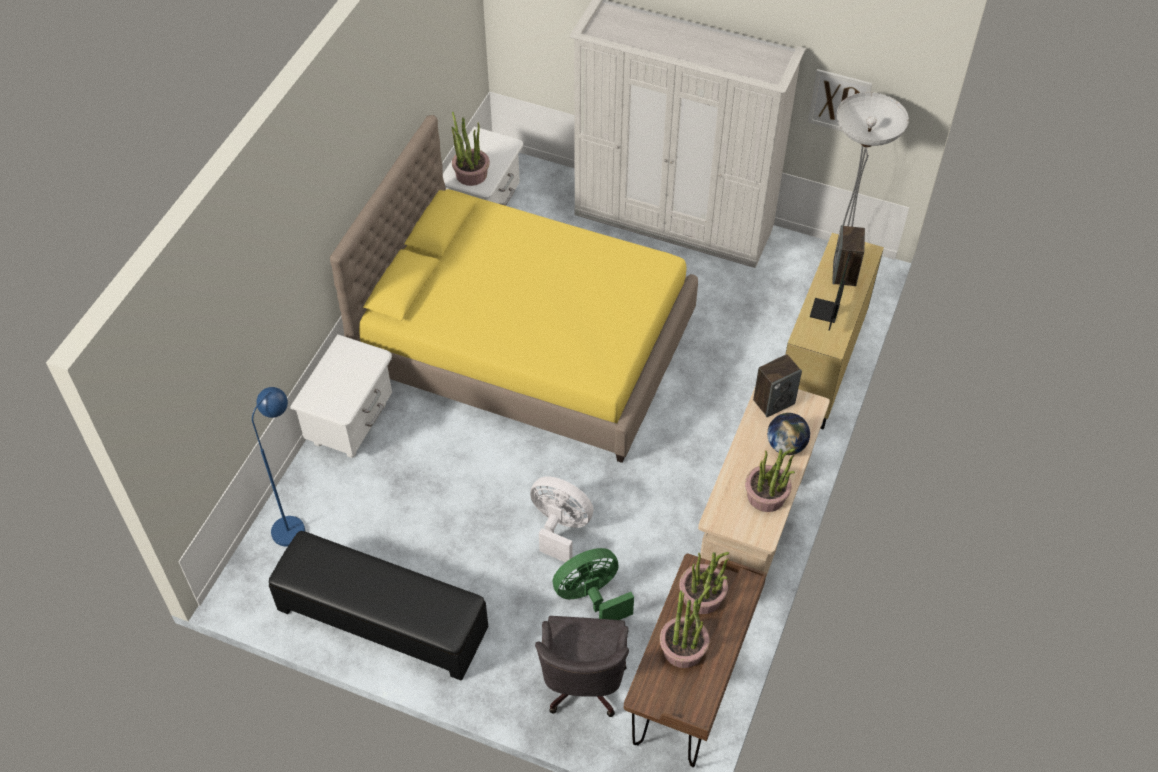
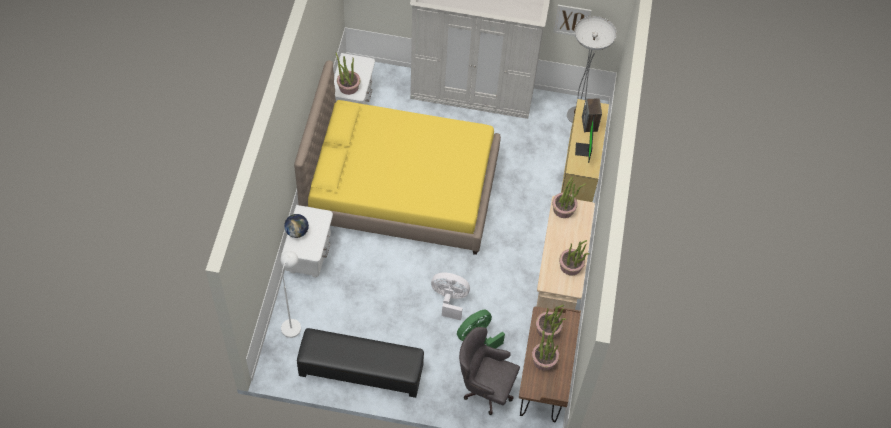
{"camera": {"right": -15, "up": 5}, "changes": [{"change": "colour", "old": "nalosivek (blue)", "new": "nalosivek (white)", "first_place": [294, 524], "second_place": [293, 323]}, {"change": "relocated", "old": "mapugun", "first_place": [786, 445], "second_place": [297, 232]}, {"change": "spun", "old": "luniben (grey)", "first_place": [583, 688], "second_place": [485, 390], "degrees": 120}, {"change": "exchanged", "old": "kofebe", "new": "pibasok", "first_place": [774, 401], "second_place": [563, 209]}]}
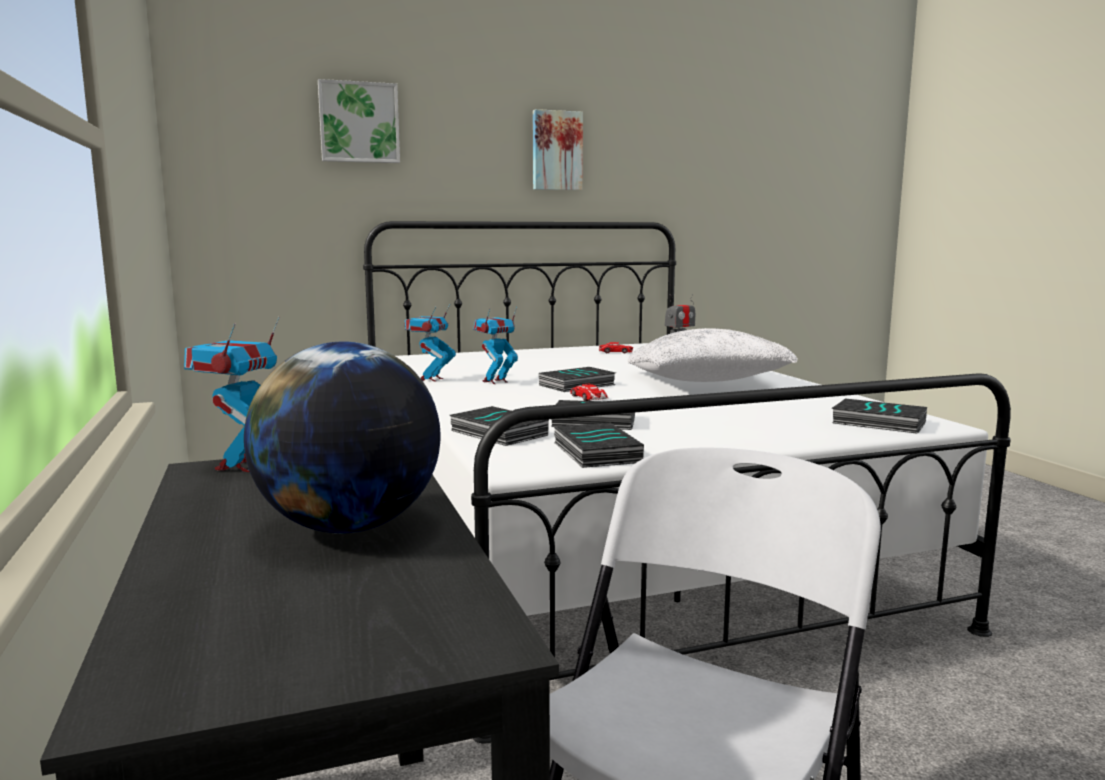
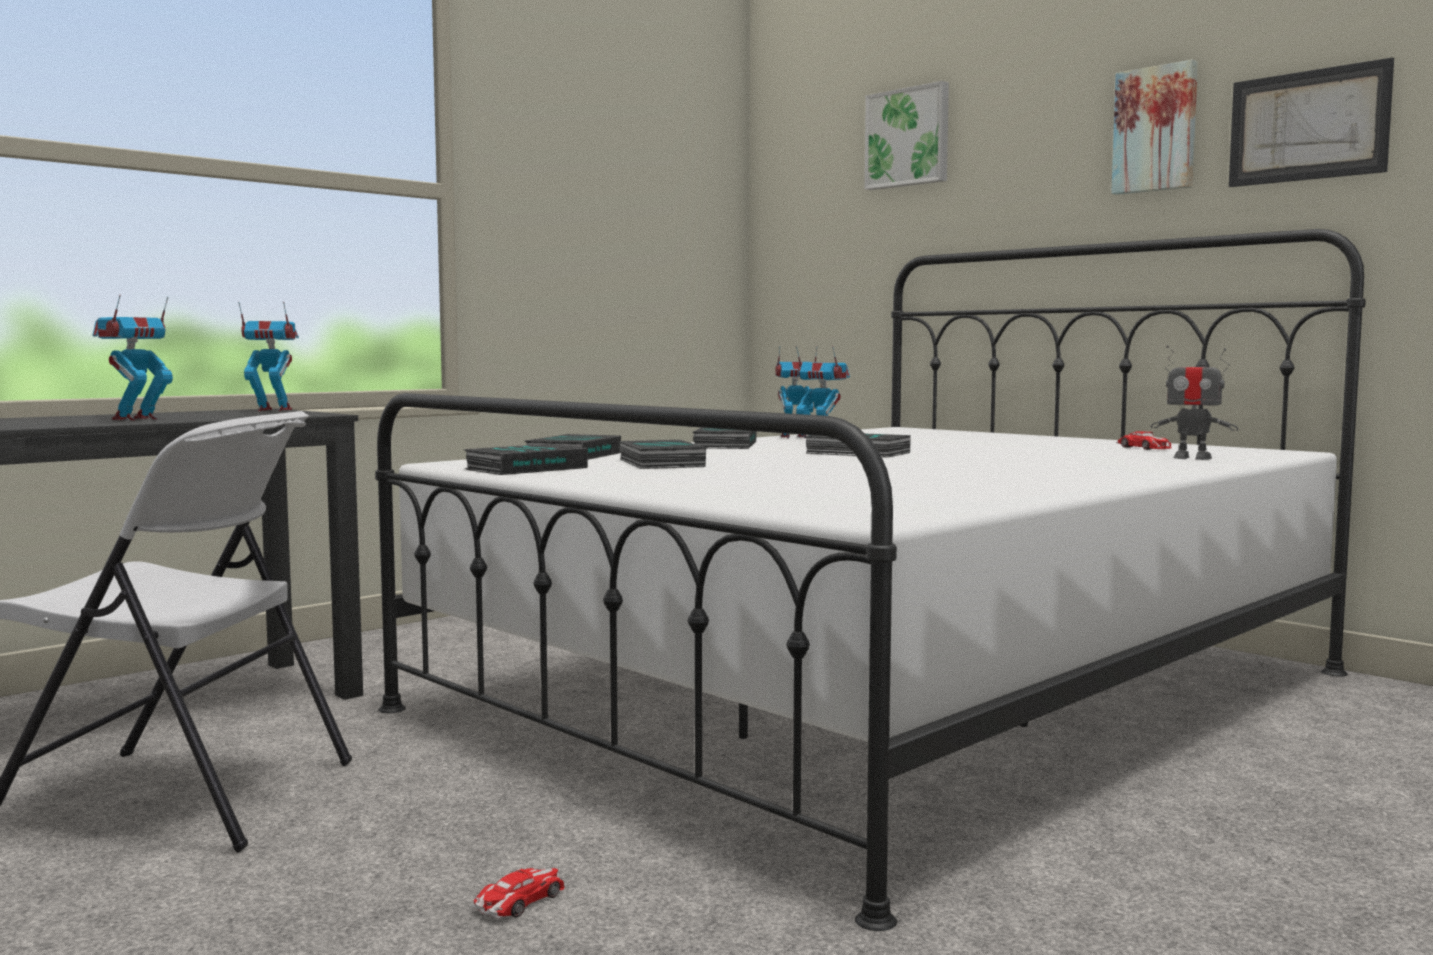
{"camera": {"right": 65, "up": -5}, "changes": [{"change": "exchanged", "old": "mapugun", "new": "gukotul", "first_place": [349, 527], "second_place": [136, 419]}, {"change": "relocated", "old": "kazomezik", "first_place": [588, 397], "second_place": [521, 901]}, {"change": "relocated", "old": "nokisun", "first_place": [877, 423], "second_place": [723, 445]}, {"change": "appeared", "new": "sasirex", "second_place": [1308, 126]}, {"change": "missing", "old": "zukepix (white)", "first_place": [705, 382]}]}
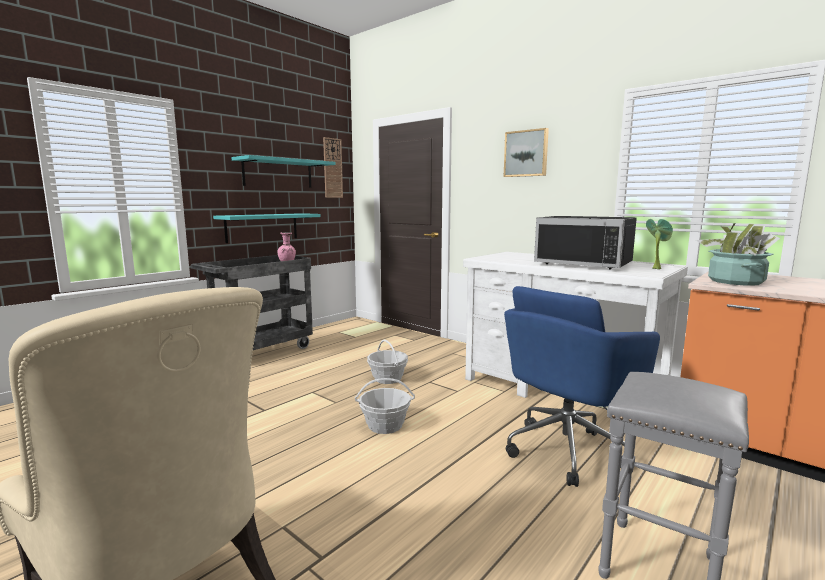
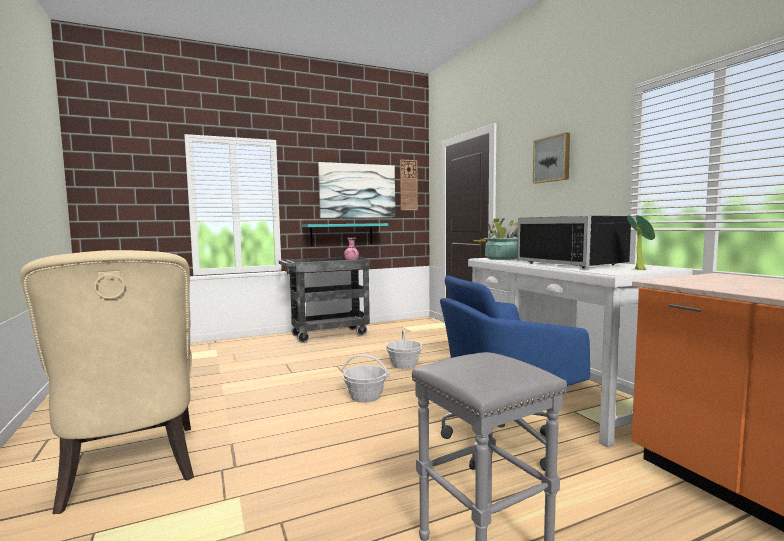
{"camera": {"right": 25, "up": -5}, "changes": [{"change": "exchanged", "old": "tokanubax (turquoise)", "new": "sasirex", "first_place": [278, 173], "second_place": [357, 191]}, {"change": "relocated", "old": "pibasok", "first_place": [736, 281], "second_place": [502, 258]}]}
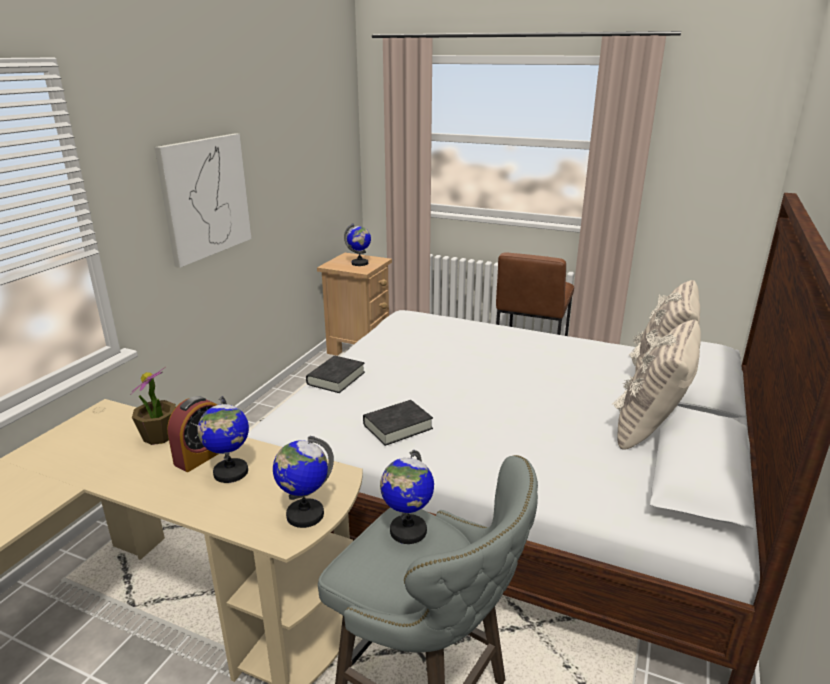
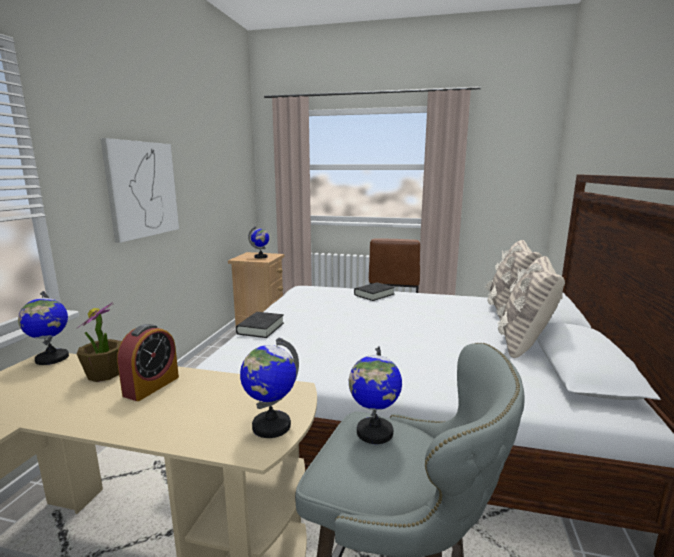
{"camera": {"right": -10, "up": -10}, "changes": [{"change": "relocated", "old": "mapugun", "first_place": [230, 472], "second_place": [51, 358]}, {"change": "relocated", "old": "nokisun (black)", "first_place": [397, 427], "second_place": [374, 294]}]}
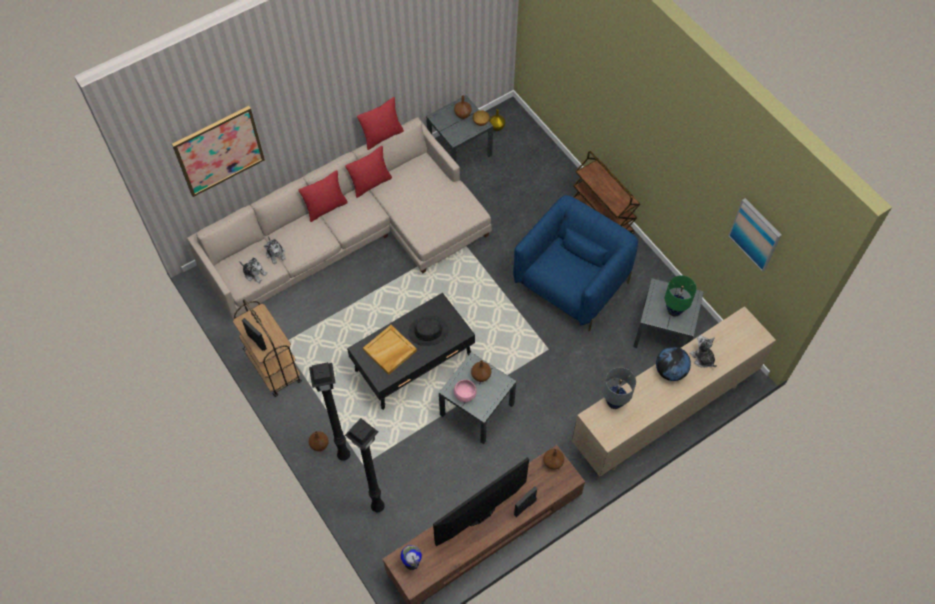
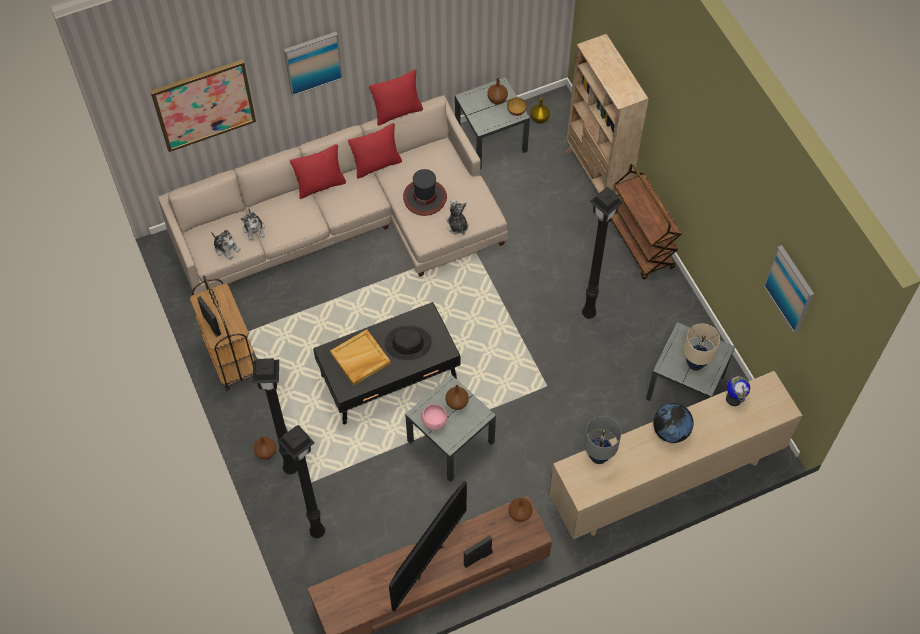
{"camera": {"right": 10, "up": 0}, "changes": [{"change": "appeared", "new": "sasirex", "second_place": [313, 62]}, {"change": "spun", "old": "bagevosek", "first_place": [482, 516], "second_place": [427, 560], "degrees": 150}, {"change": "appeared", "new": "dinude", "second_place": [425, 197]}, {"change": "relocated", "old": "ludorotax", "first_place": [702, 358], "second_place": [457, 225]}, {"change": "appeared", "new": "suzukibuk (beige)", "second_place": [597, 175]}, {"change": "exchanged", "old": "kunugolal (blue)", "new": "nalosivek (black)", "first_place": [572, 283], "second_place": [590, 314]}, {"change": "colour", "old": "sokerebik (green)", "new": "sokerebik (beige)", "first_place": [674, 310], "second_place": [695, 363]}, {"change": "relocated", "old": "mapugun", "first_place": [411, 562], "second_place": [734, 398]}]}
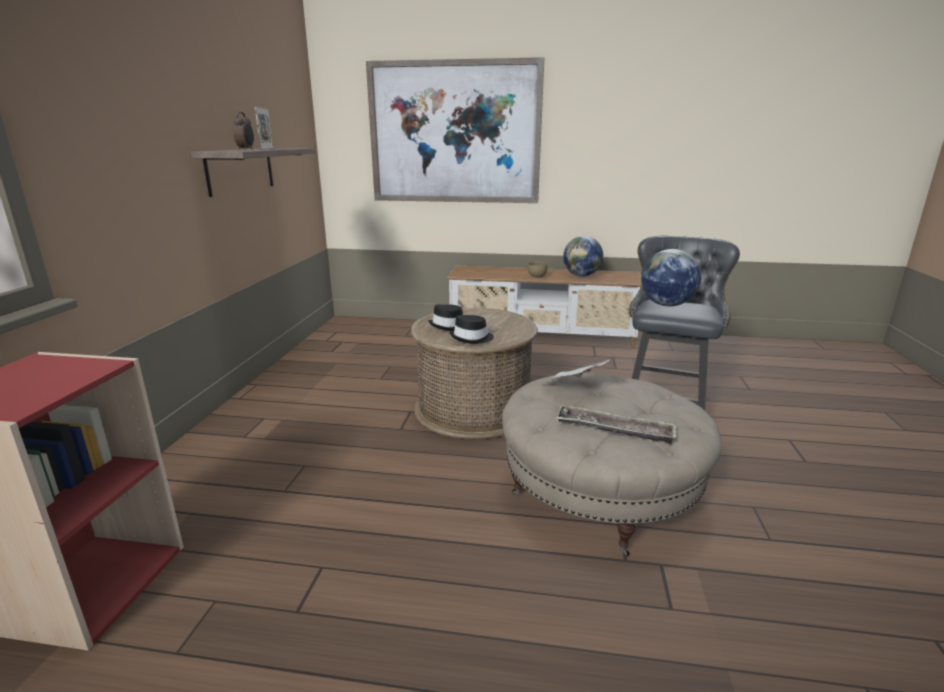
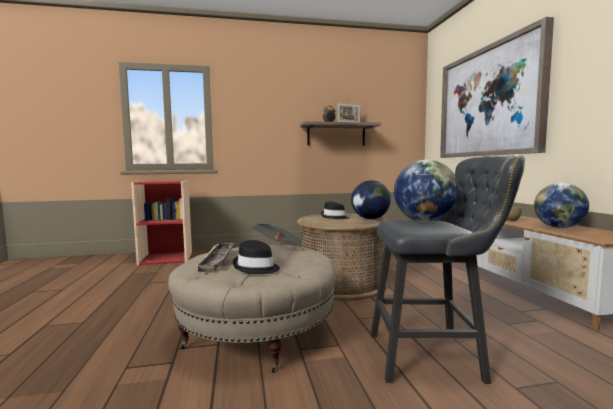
{"camera": {"right": 70, "up": -15}, "changes": [{"change": "relocated", "old": "dinude (black)", "first_place": [472, 338], "second_place": [256, 267]}, {"change": "appeared", "new": "mapugun", "second_place": [370, 219]}]}
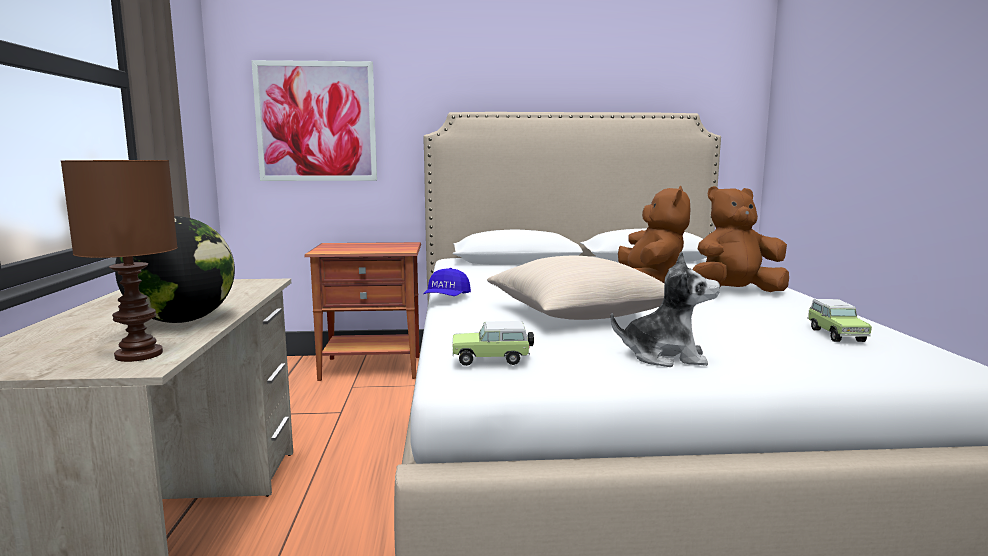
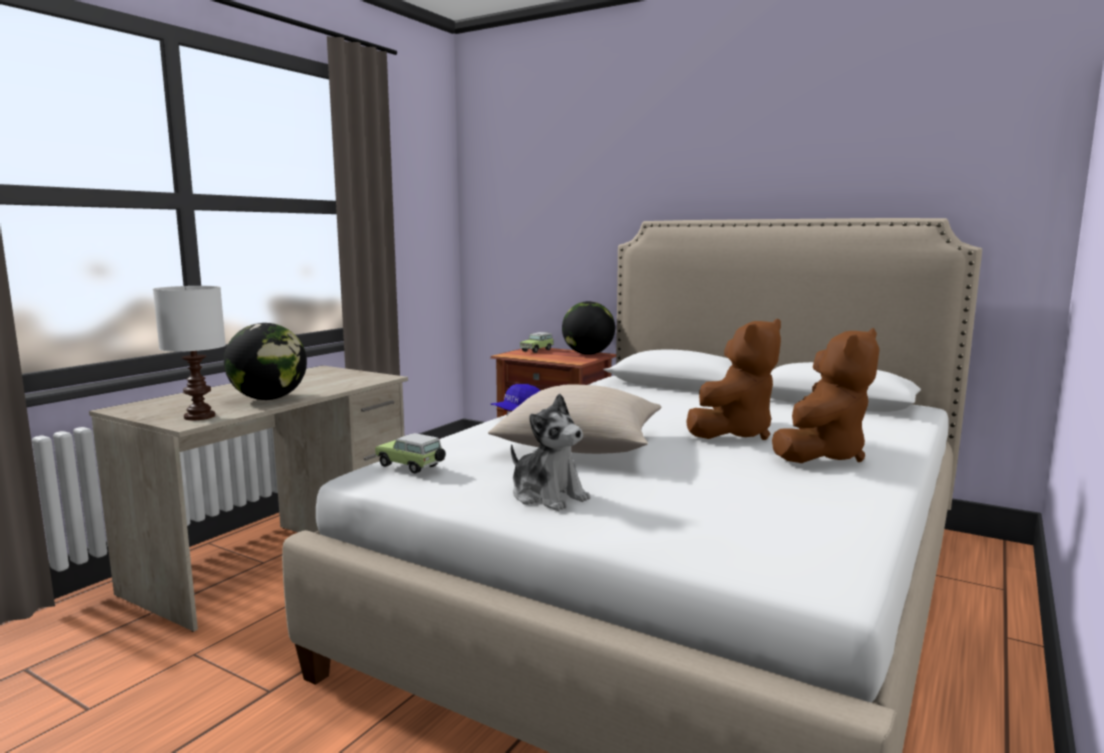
{"camera": {"right": 35, "up": 0}, "changes": [{"change": "colour", "old": "sokerebik (brown)", "new": "sokerebik (white)", "first_place": [137, 355], "second_place": [198, 417]}, {"change": "relocated", "old": "kazomezik", "first_place": [835, 334], "second_place": [537, 350]}, {"change": "appeared", "new": "mapugun", "second_place": [588, 354]}, {"change": "spun", "old": "ludorotax (brown)", "first_place": [735, 292], "second_place": [820, 455], "degrees": 105}, {"change": "missing", "old": "sasirex", "first_place": [316, 122]}]}
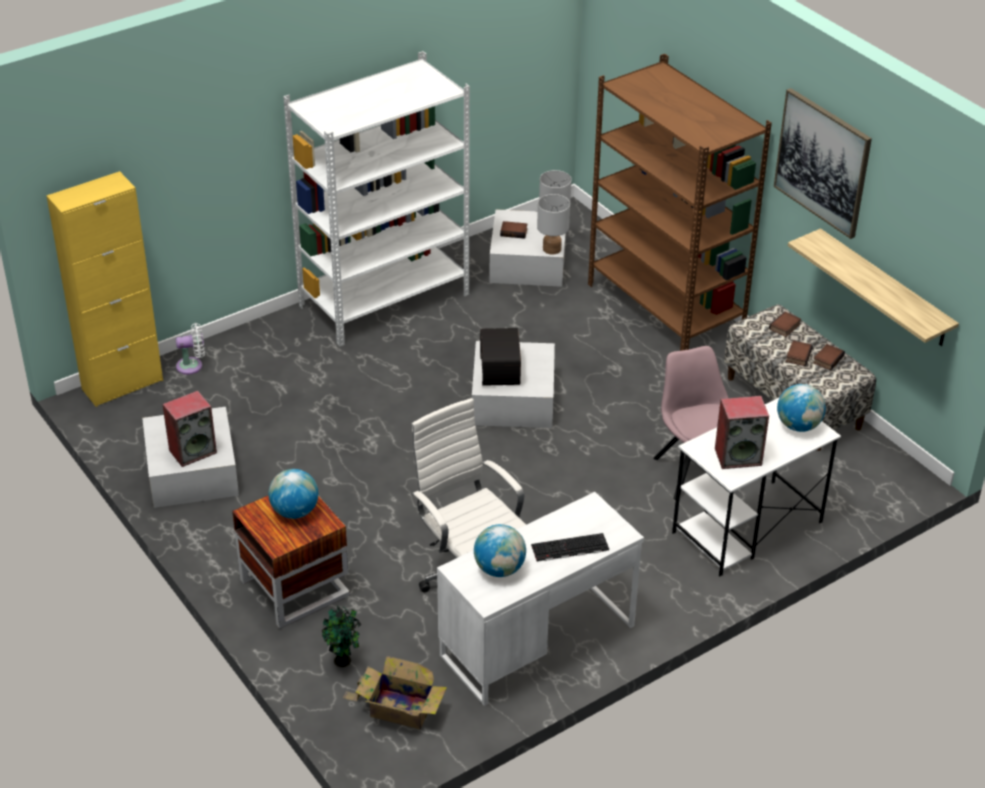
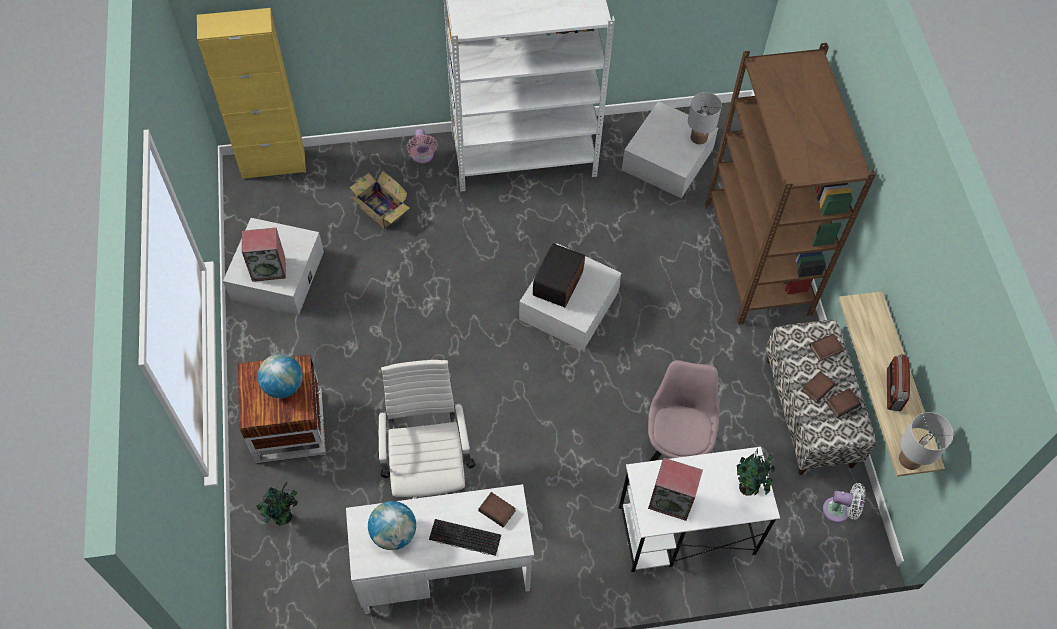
{"camera": {"right": 25, "up": 20}, "changes": [{"change": "relocated", "old": "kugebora", "first_place": [398, 708], "second_place": [380, 208]}, {"change": "appeared", "new": "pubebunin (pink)", "second_place": [422, 157]}, {"change": "relocated", "old": "nokisun", "first_place": [514, 232], "second_place": [498, 510]}, {"change": "exchanged", "old": "mapugun", "new": "pibasok", "first_place": [798, 426], "second_place": [747, 489]}, {"change": "relocated", "old": "pubebunin (white)", "first_place": [192, 366], "second_place": [839, 510]}, {"change": "appeared", "new": "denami", "second_place": [892, 390]}, {"change": "relocated", "old": "sokerebik (grey)", "first_place": [552, 249], "second_place": [910, 459]}, {"change": "missing", "old": "sasirex", "first_place": [822, 162]}]}
